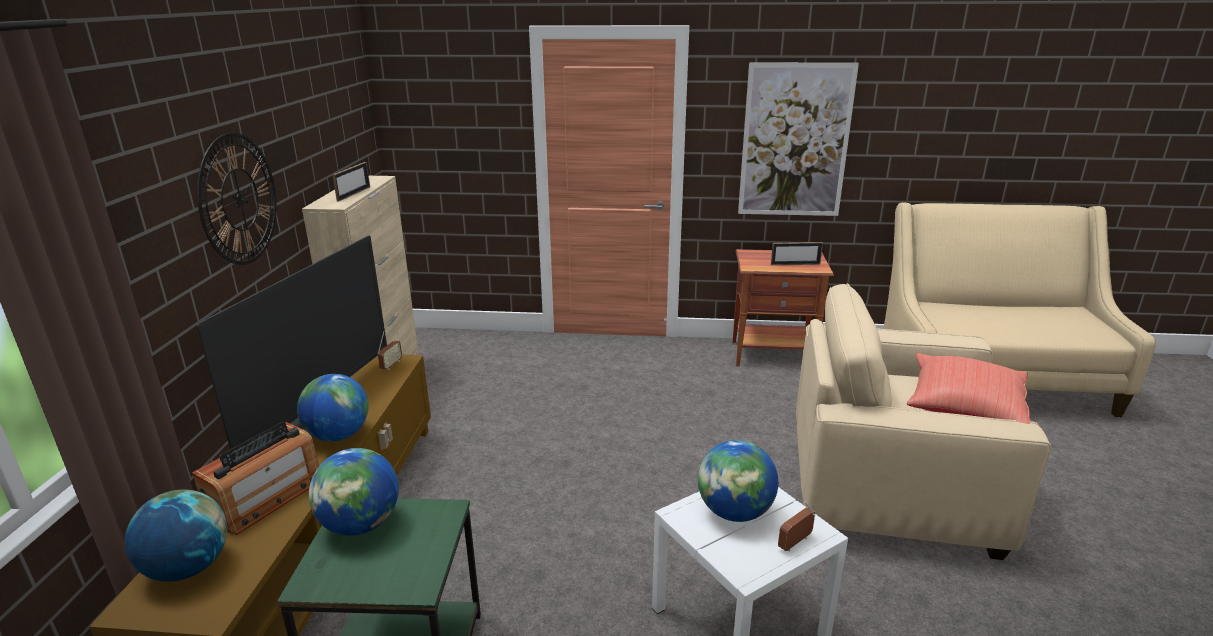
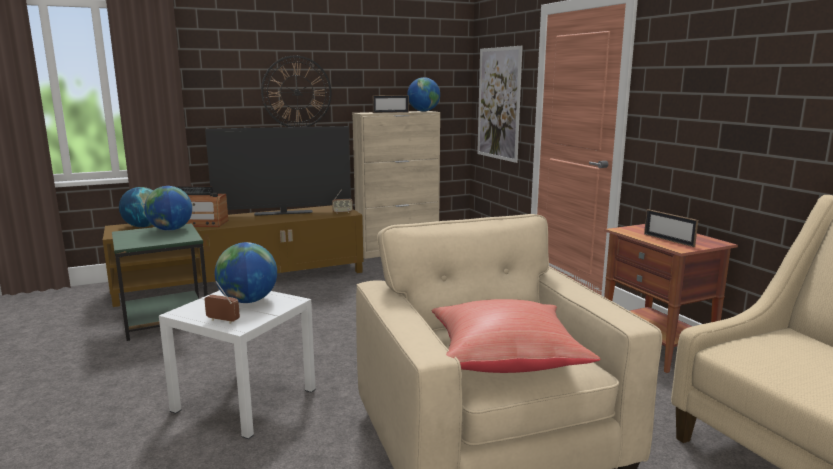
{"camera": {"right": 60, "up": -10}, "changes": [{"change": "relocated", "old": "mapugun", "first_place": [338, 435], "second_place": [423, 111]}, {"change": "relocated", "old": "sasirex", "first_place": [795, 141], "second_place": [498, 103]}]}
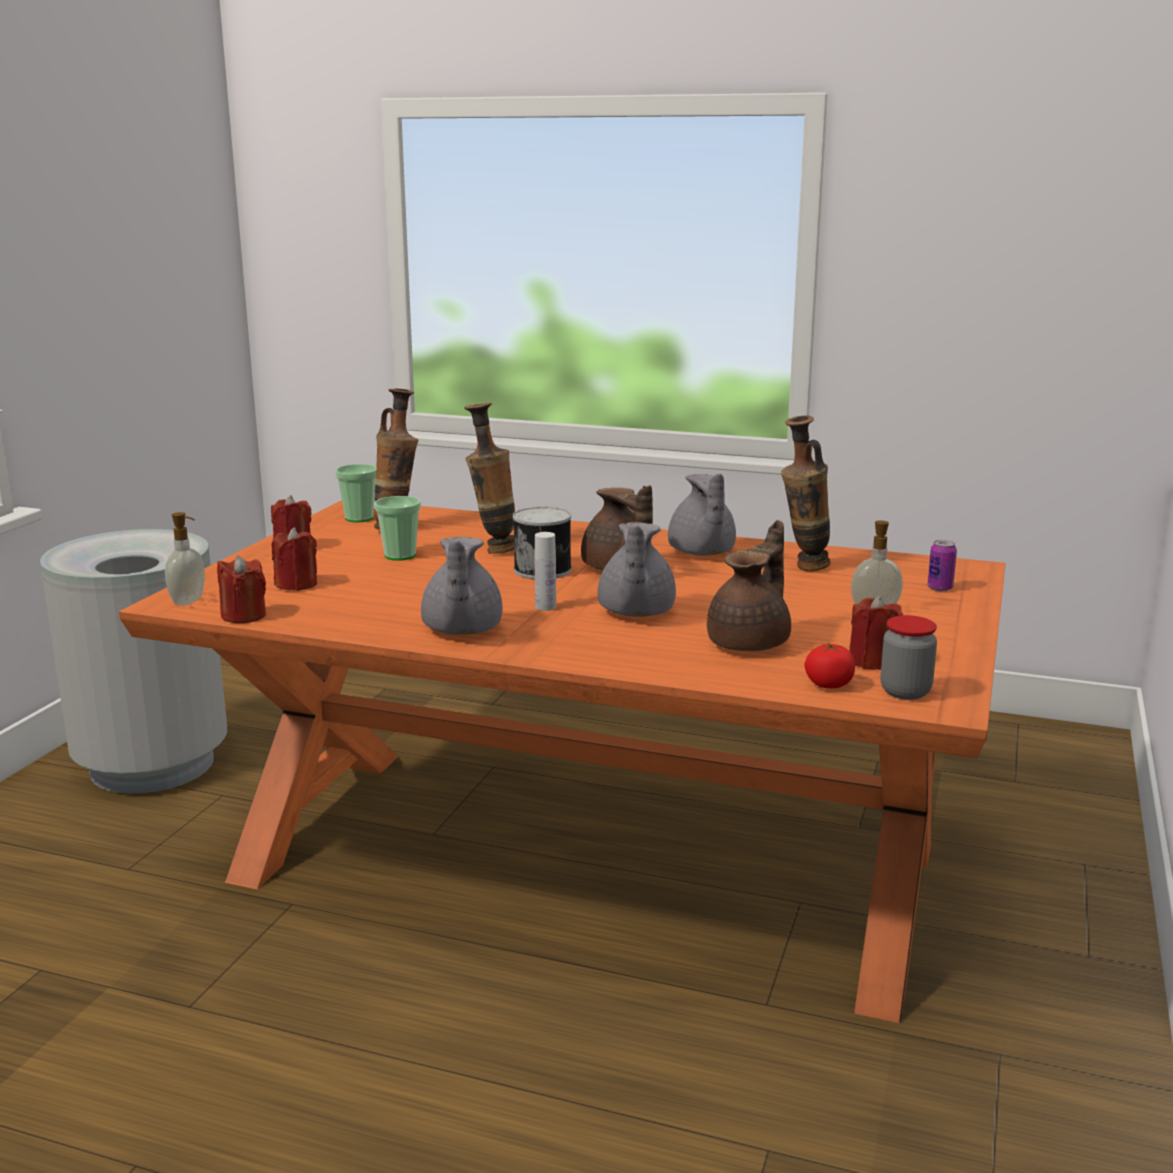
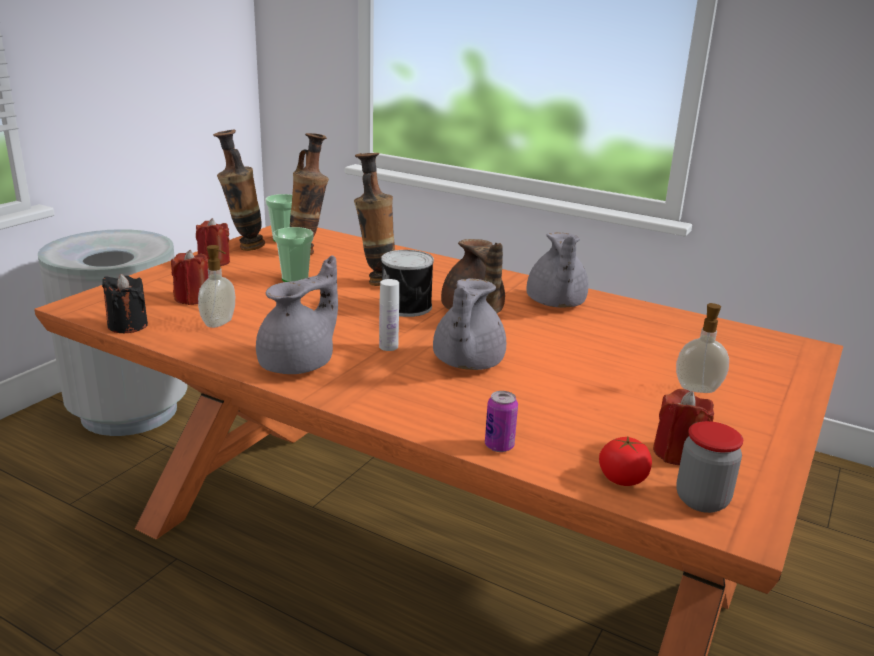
{"camera": {"right": 10, "up": 5}, "changes": [{"change": "colour", "old": "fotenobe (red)", "new": "fotenobe (black)", "first_place": [244, 616], "second_place": [127, 325]}, {"change": "relocated", "old": "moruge", "first_place": [189, 601], "second_place": [220, 323]}, {"change": "relocated", "old": "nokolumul", "first_place": [803, 568], "second_place": [243, 248]}, {"change": "spun", "old": "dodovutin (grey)", "first_place": [460, 630], "second_place": [299, 363], "degrees": -150}, {"change": "relocated", "old": "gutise", "first_place": [940, 588], "second_place": [499, 446]}, {"change": "missing", "old": "dodovutin (brown)", "first_place": [751, 642]}]}
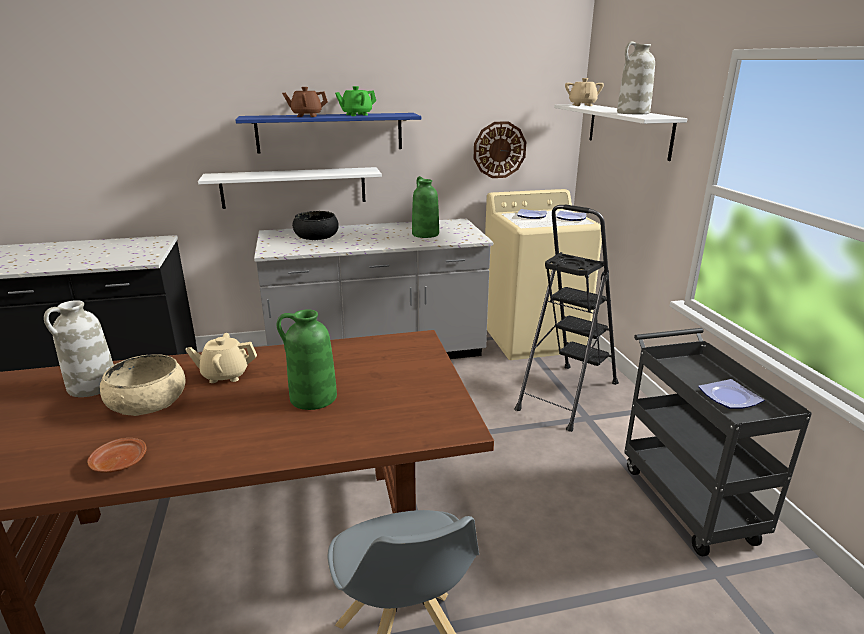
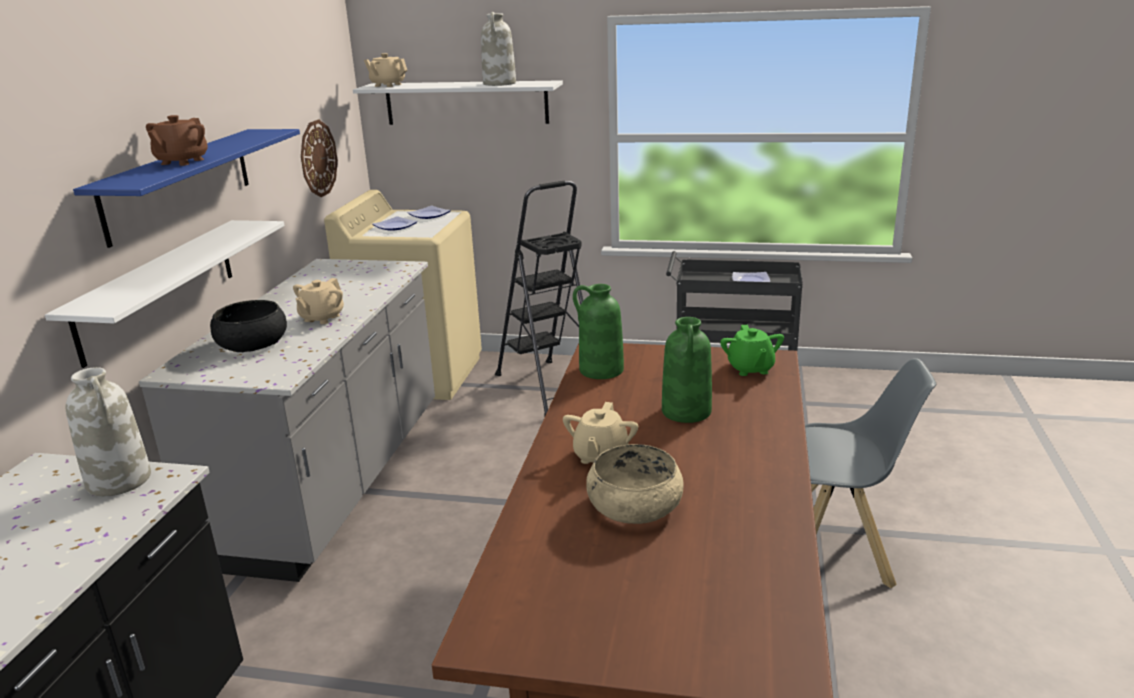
{"camera": {"right": -65, "up": 0}, "changes": [{"change": "relocated", "old": "nokolumul (white)", "first_place": [92, 386], "second_place": [120, 481]}, {"change": "appeared", "new": "dodovutin (beige)", "second_place": [321, 318]}, {"change": "relocated", "old": "nokolumul (green)", "first_place": [425, 234], "second_place": [600, 370]}, {"change": "relocated", "old": "dodovutin (green)", "first_place": [356, 115], "second_place": [750, 369]}, {"change": "missing", "old": "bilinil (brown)", "first_place": [119, 463]}]}
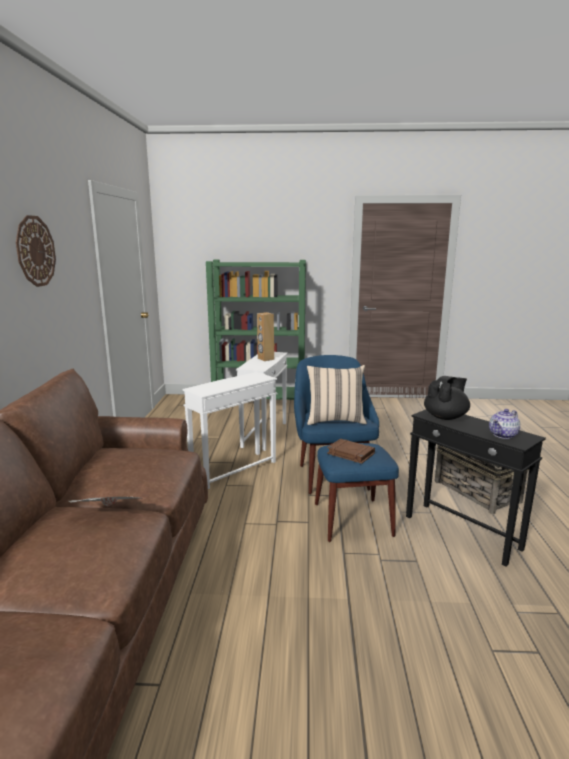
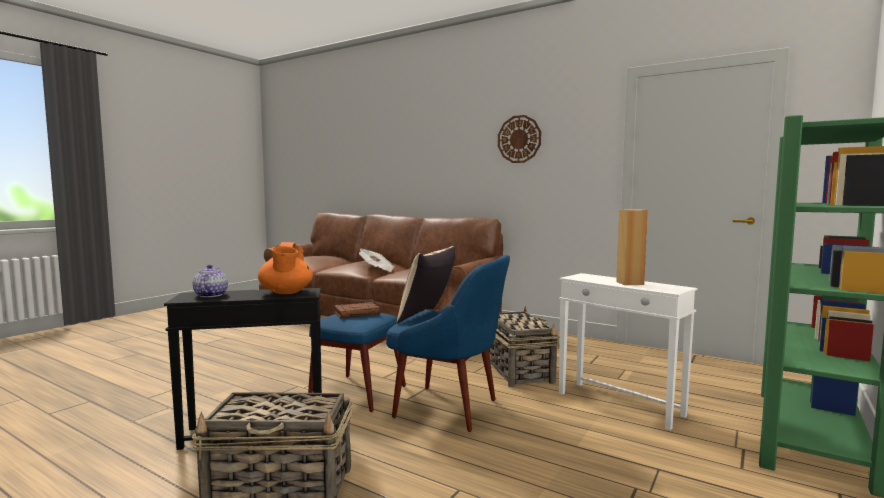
{"camera": {"right": 120, "up": -10}, "changes": [{"change": "colour", "old": "dodovutin (black)", "new": "dodovutin (orange)", "first_place": [445, 417], "second_place": [286, 292]}, {"change": "exchanged", "old": "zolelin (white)", "new": "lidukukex", "first_place": [233, 469], "second_place": [518, 371]}]}
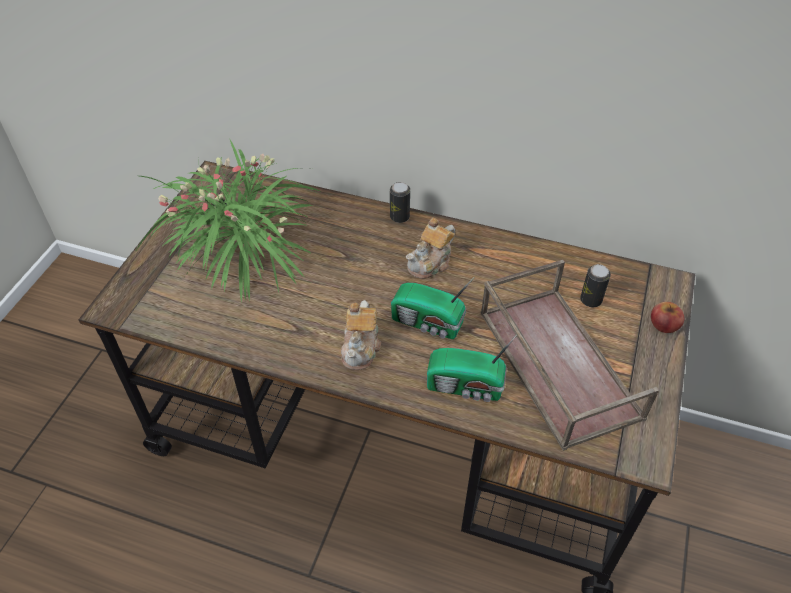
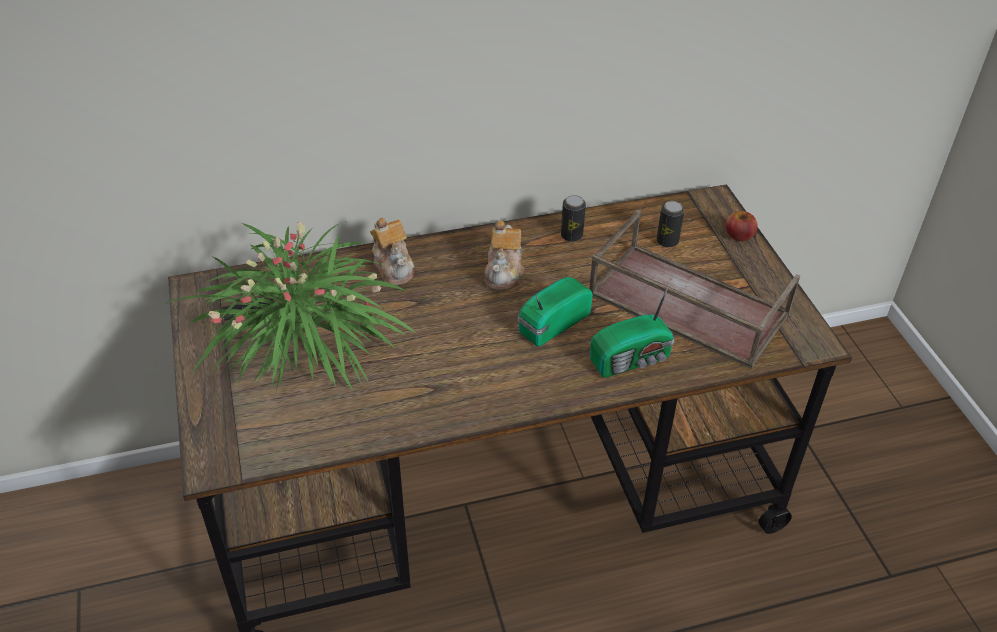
{"camera": {"right": -35, "up": -5}, "changes": [{"change": "relocated", "old": "dodovutin", "first_place": [361, 348], "second_place": [394, 267]}, {"change": "spun", "old": "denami", "first_place": [428, 323], "second_place": [551, 324], "degrees": 150}, {"change": "relocated", "old": "gutise", "first_place": [399, 217], "second_place": [571, 235]}]}
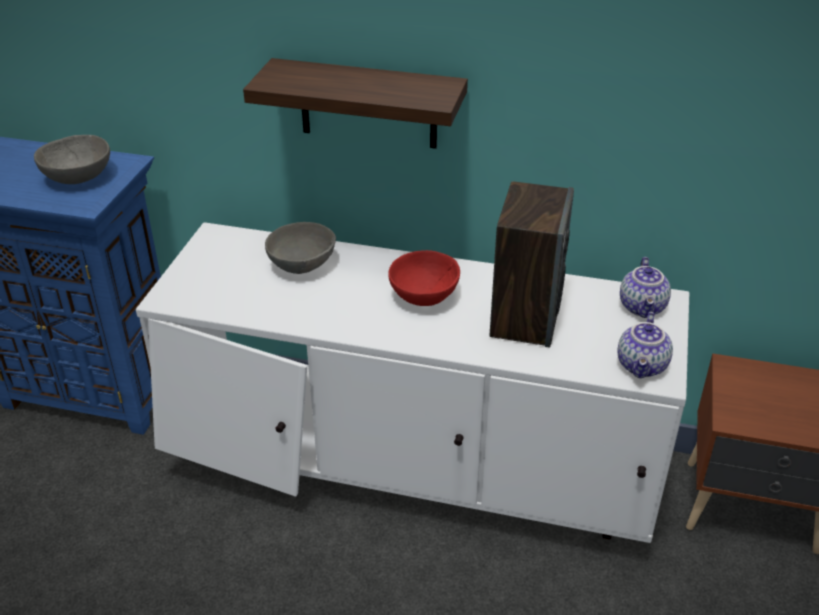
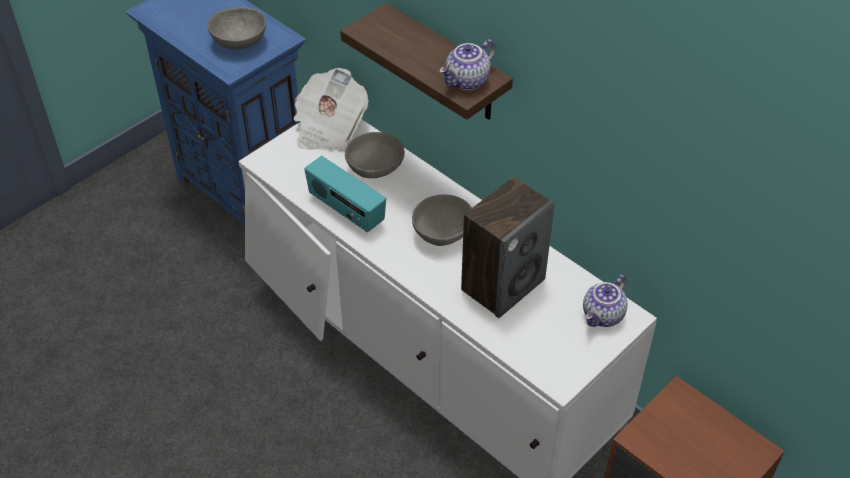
{"camera": {"right": 30, "up": 10}, "changes": [{"change": "appeared", "new": "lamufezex", "second_place": [328, 127]}, {"change": "appeared", "new": "denami", "second_place": [346, 211]}, {"change": "colour", "old": "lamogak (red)", "new": "lamogak (grey)", "first_place": [424, 296], "second_place": [443, 233]}, {"change": "relocated", "old": "dodovutin", "first_place": [643, 366], "second_place": [467, 81]}]}
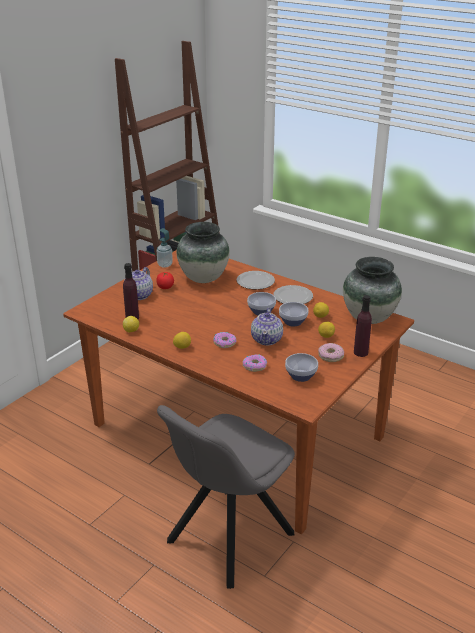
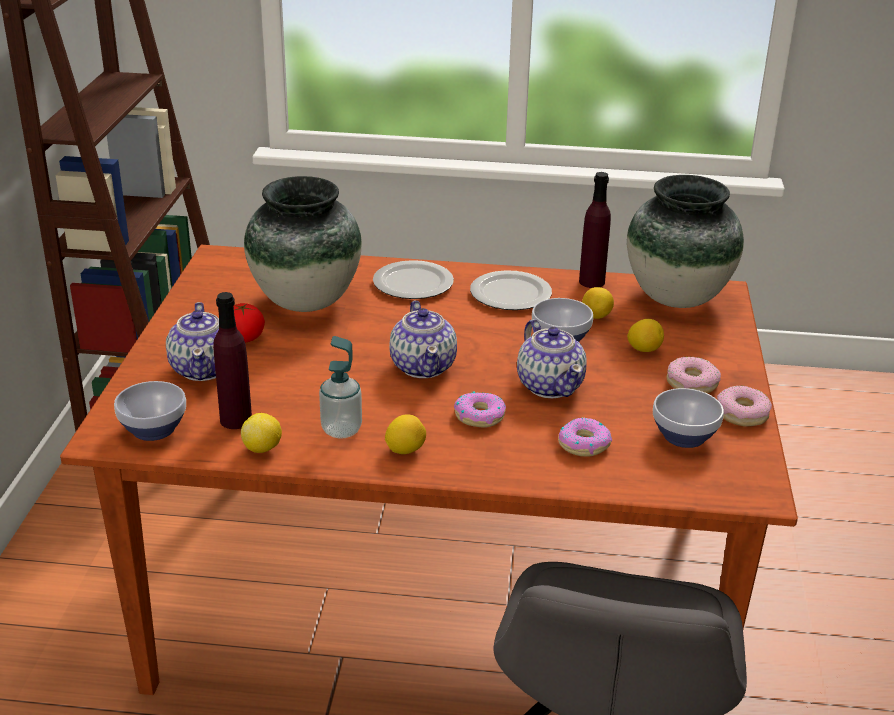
{"camera": {"right": -30, "up": 0}, "changes": [{"change": "relocated", "old": "lamogak", "first_place": [260, 311], "second_place": [151, 430]}, {"change": "relocated", "old": "moruge", "first_place": [165, 265], "second_place": [341, 430]}, {"change": "appeared", "new": "dodovutin", "second_place": [423, 366]}, {"change": "relocated", "old": "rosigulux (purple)", "first_place": [360, 352], "second_place": [591, 282]}, {"change": "appeared", "new": "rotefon", "second_place": [741, 413]}]}
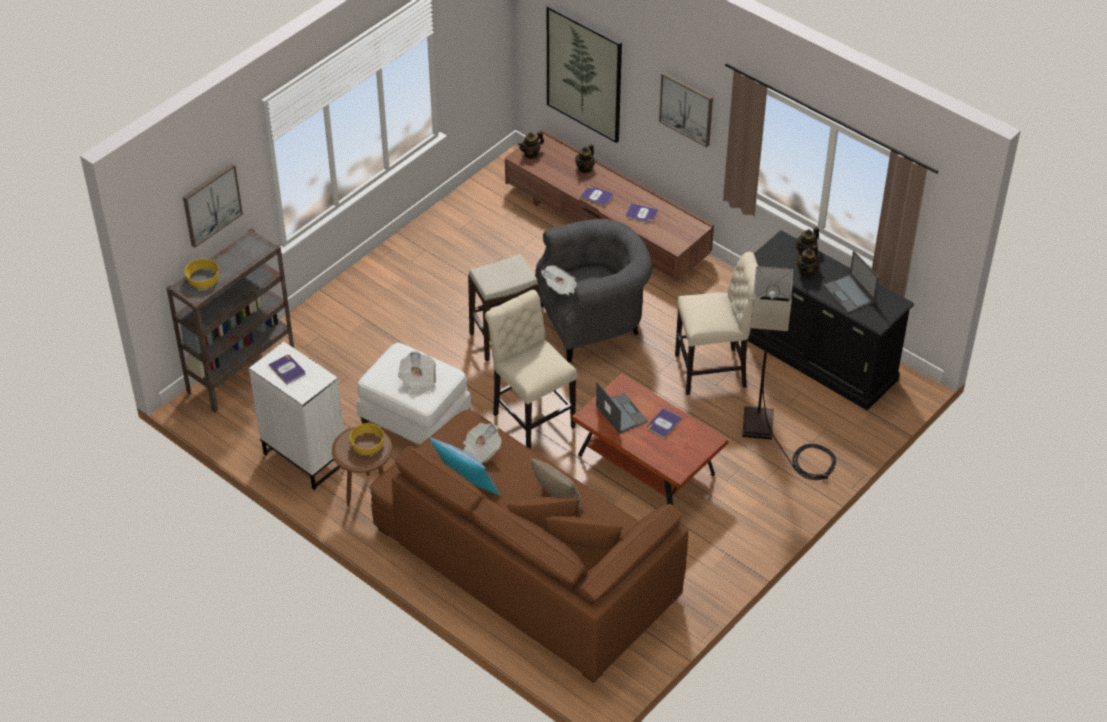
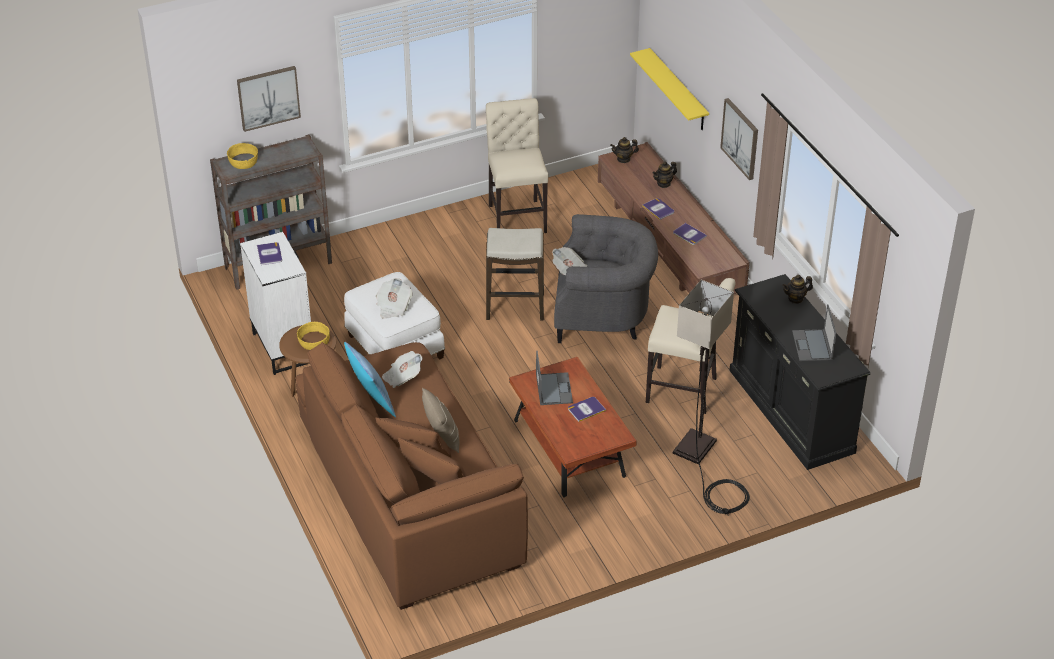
{"camera": {"right": 25, "up": -5}, "changes": [{"change": "relocated", "old": "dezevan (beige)", "first_place": [531, 417], "second_place": [517, 216]}, {"change": "exchanged", "old": "sasirex", "new": "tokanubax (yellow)", "first_place": [584, 73], "second_place": [678, 90]}, {"change": "missing", "old": "dodovutin", "first_place": [806, 271]}]}
